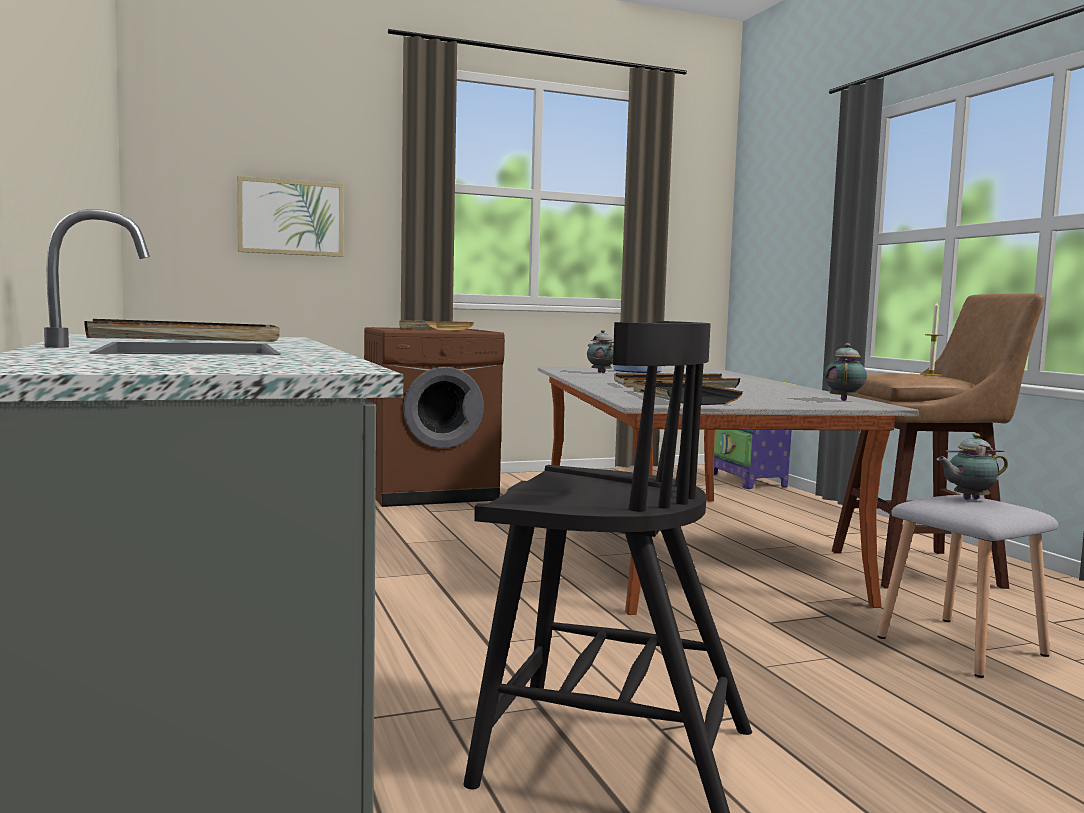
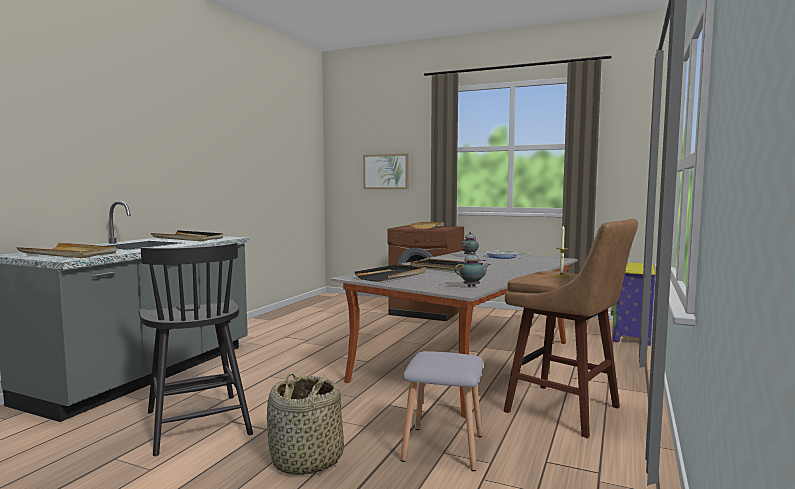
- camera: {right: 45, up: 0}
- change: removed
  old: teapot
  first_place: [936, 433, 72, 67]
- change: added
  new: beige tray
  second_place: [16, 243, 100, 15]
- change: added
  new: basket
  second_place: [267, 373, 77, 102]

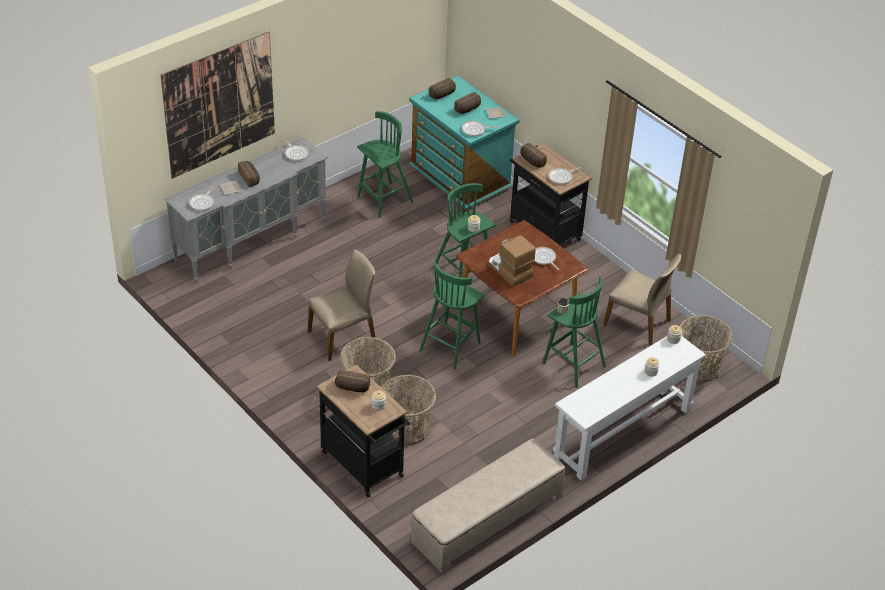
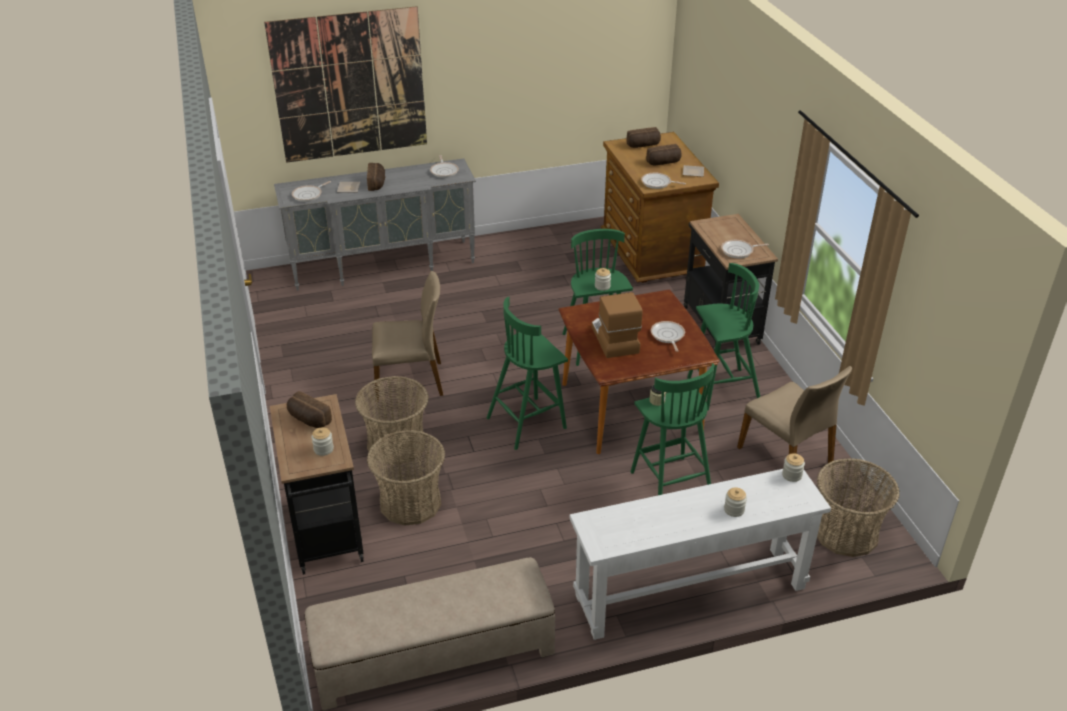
- camera: {right: 25, up: -5}
- change: recoloured
  old: turquoise dresser
  new: brown dresser
  first_place: [408, 76, 112, 133]
  second_place: [601, 132, 118, 151]
- change: moved
  old: green stool
  first_place: [357, 111, 57, 107]
  second_place: [687, 263, 73, 148]
- change: removed
  old: bread
  first_place: [520, 143, 27, 25]

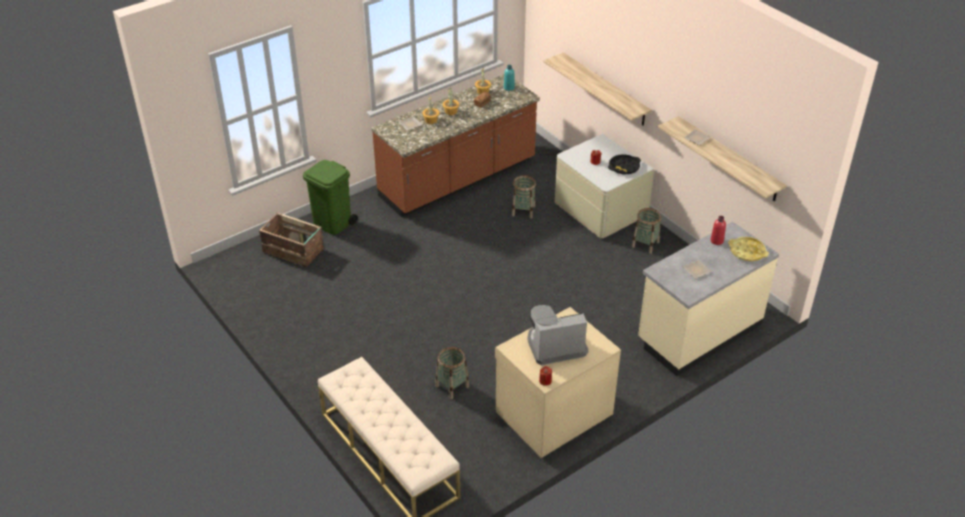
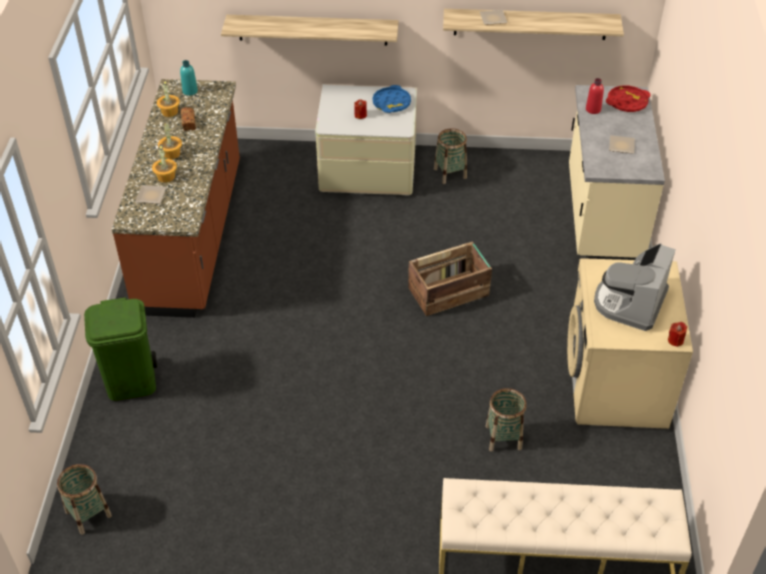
- camera: {right: -50, up: 5}
- change: recoloured
  old: black tray
  new: blue tray
  first_place: [608, 154, 33, 20]
  second_place: [372, 85, 39, 28]
- change: moved
  old: basket
  first_place: [512, 175, 24, 44]
  second_place: [57, 464, 55, 71]
- change: moved
  old: crate
  first_place: [259, 212, 65, 55]
  second_place: [408, 241, 84, 75]
- change: recoloured
  old: yellow tray
  new: red tray
  first_place: [728, 237, 41, 24]
  second_place: [606, 86, 45, 26]

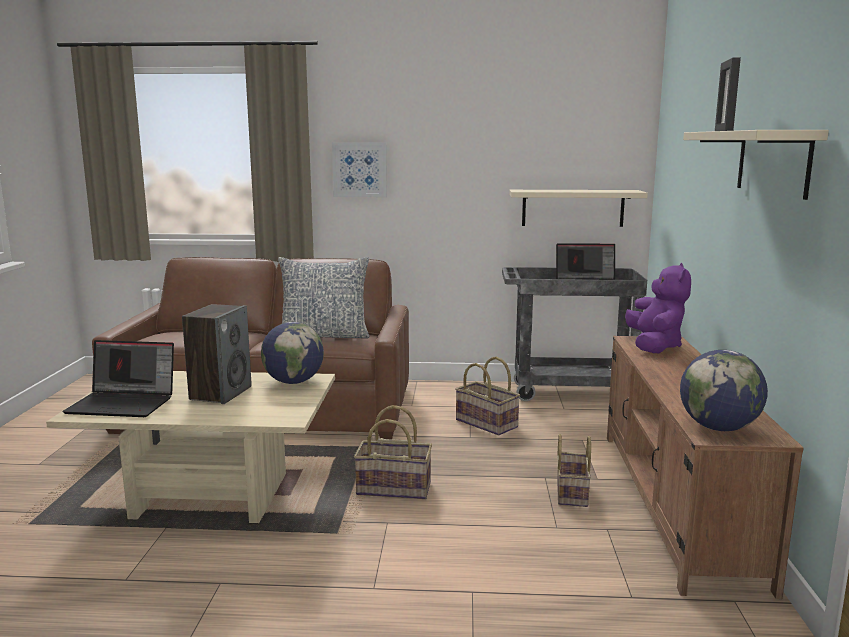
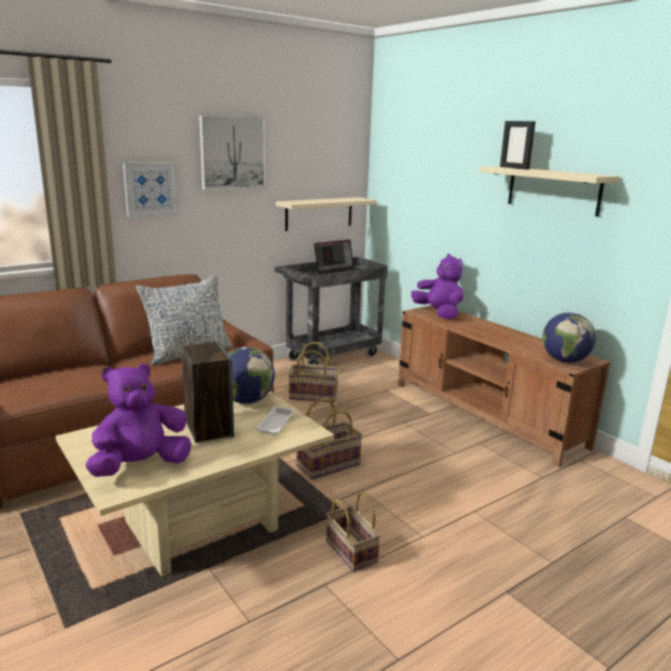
- camera: {right: -40, up: 5}
- change: replaced
  old: laptop
  new: purple plush toy
  first_place: [62, 340, 112, 77]
  second_place: [85, 363, 106, 114]
- change: moved
  old: basket
  first_place: [557, 434, 34, 73]
  second_place: [326, 492, 55, 80]
- change: added
  new: picture
  second_place: [199, 115, 67, 75]
- change: added
  new: white tray
  second_place: [255, 406, 40, 29]

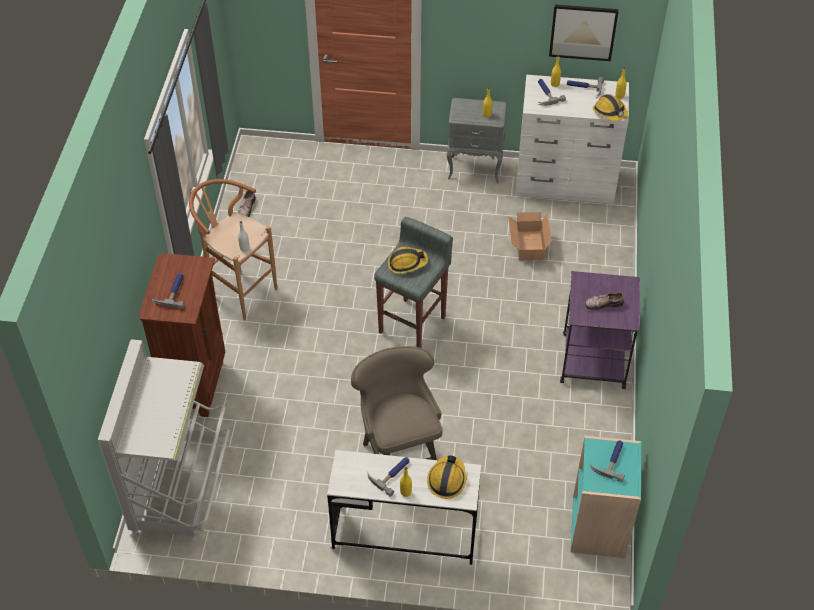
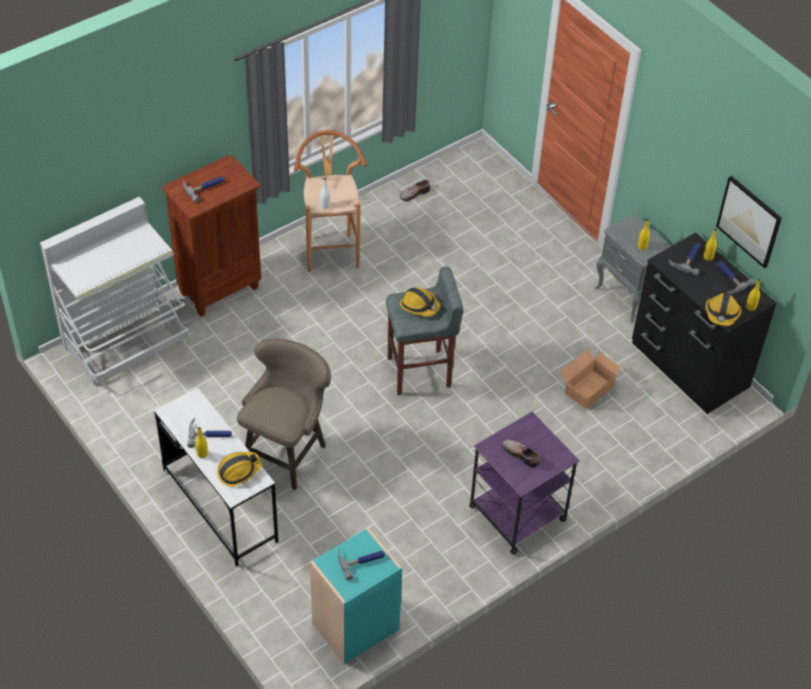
- camera: {right: 45, up: 0}
- change: recoloured
  old: white dresser
  new: black dresser
  first_place: [515, 75, 114, 129]
  second_place: [632, 232, 145, 182]

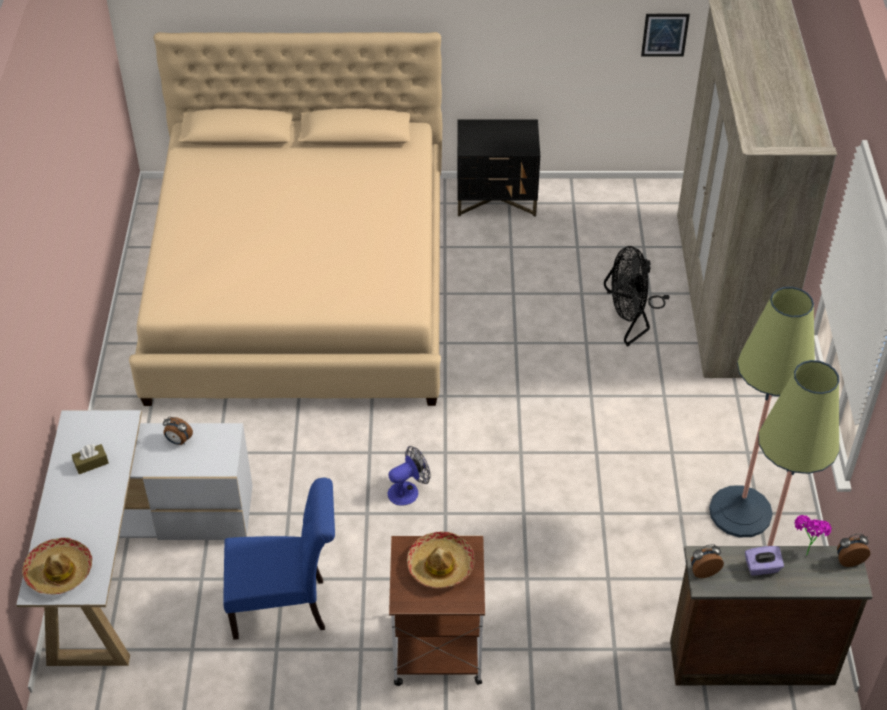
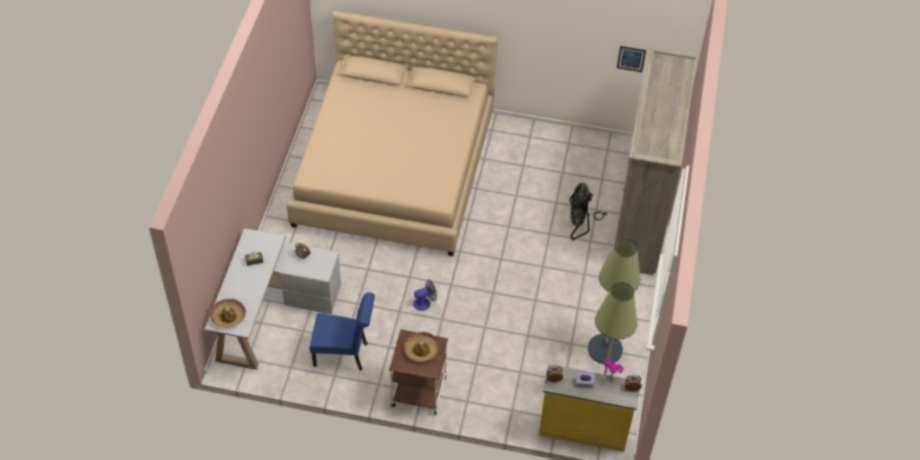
- camera: {right: 10, up: 5}
- change: removed
  old: black nightstand
  first_place: [457, 119, 83, 98]
- change: recoloured
  old: brown dresser
  new: yellow dresser
  first_place: [670, 546, 203, 139]
  second_place: [539, 364, 102, 88]

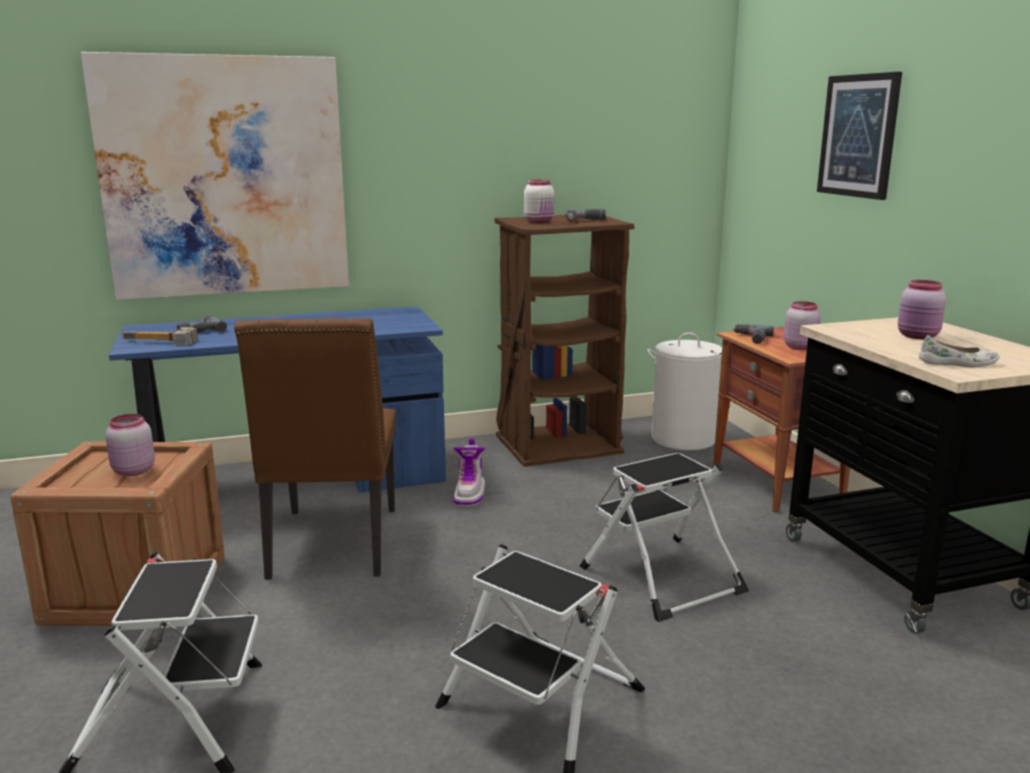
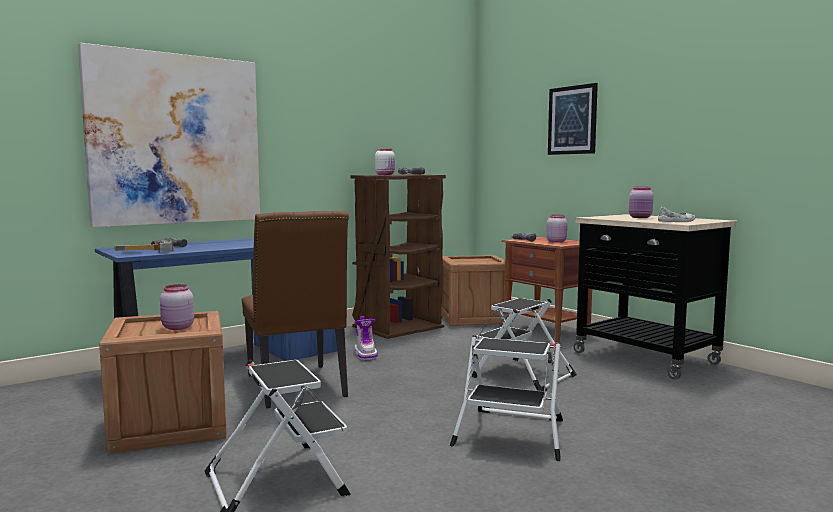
- camera: {right: -20, up: -10}
- change: replaced
  old: white laundry basket
  new: crate
  first_place: [647, 332, 75, 118]
  second_place: [442, 255, 63, 71]

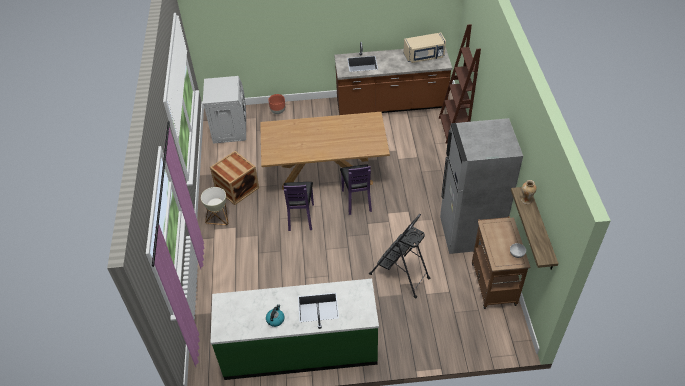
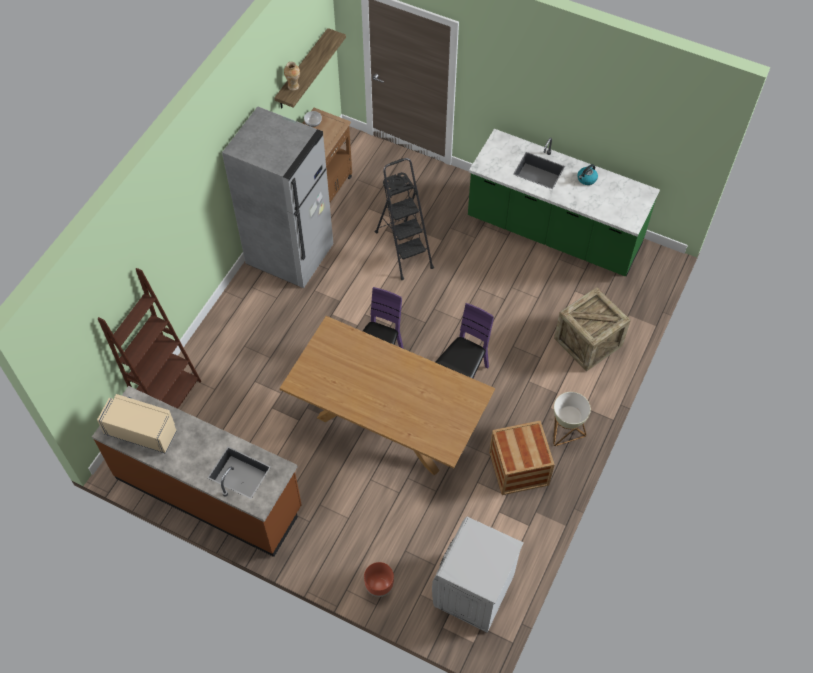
- camera: {right: -150, up: 10}
- change: added
  new: crate
  second_place: [554, 287, 77, 85]

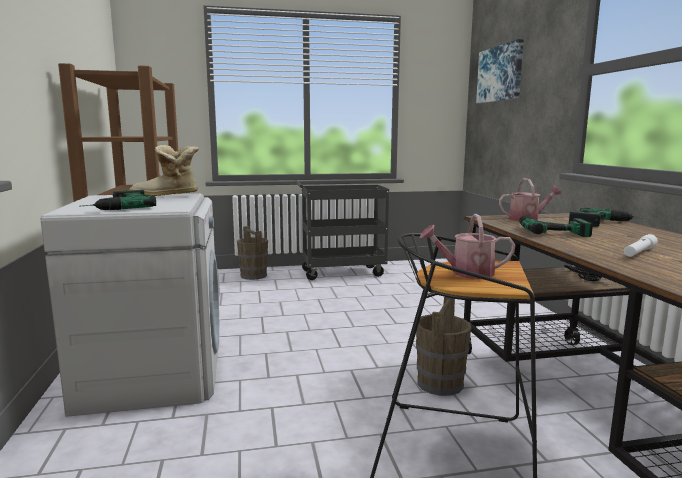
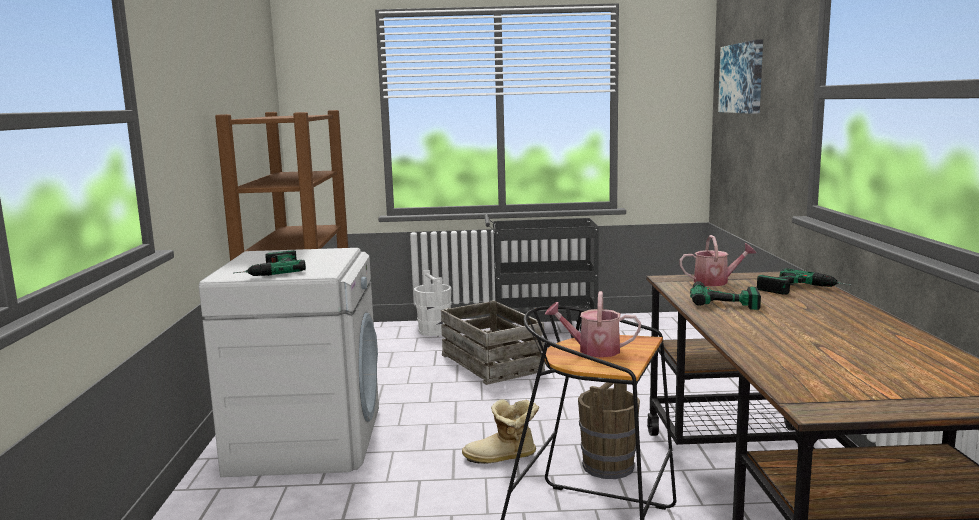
- camera: {right: 10, up: 0}
- change: moved
  old: boot
  first_place: [130, 145, 69, 51]
  second_place: [462, 399, 77, 65]
- change: recoloured
  old: brown bucket
  new: white bucket
  first_place: [237, 226, 31, 54]
  second_place: [414, 270, 37, 66]
- change: removed
  old: white flashlight
  first_place: [624, 234, 34, 23]
- change: added
  new: crate
  second_place: [441, 300, 104, 85]

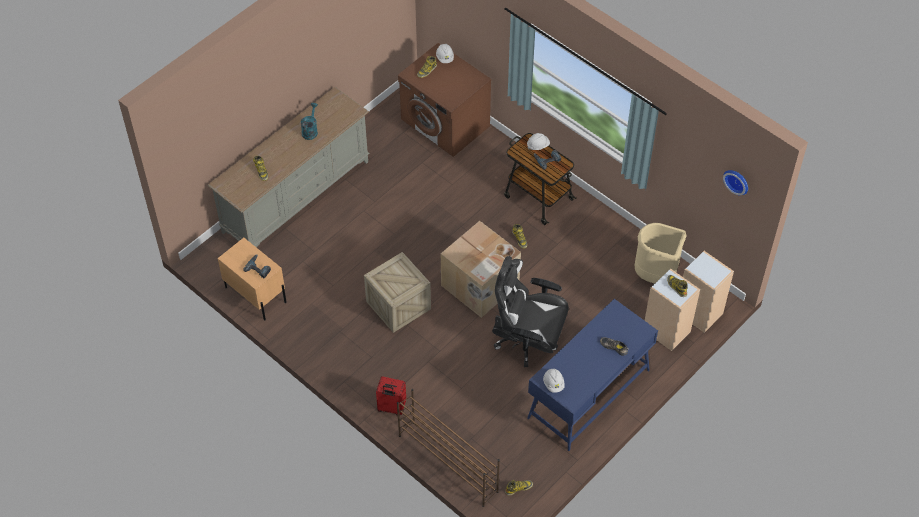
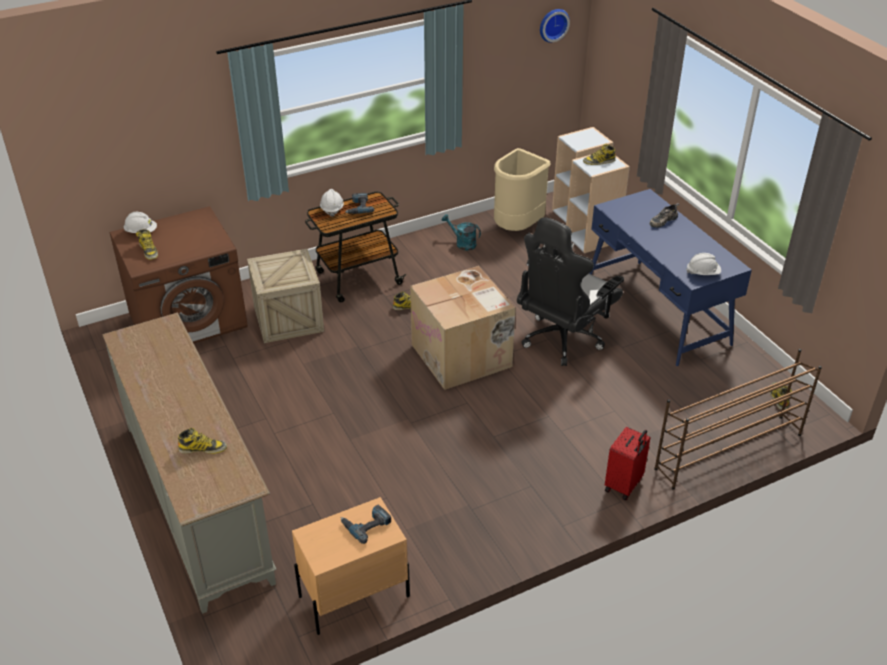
- camera: {right: -70, up: -15}
- change: moved
  old: turquoise watering can
  first_place: [301, 103, 17, 37]
  second_place: [442, 214, 39, 37]
- change: moved
  old: crate
  first_place: [364, 252, 67, 81]
  second_place: [247, 249, 77, 94]

